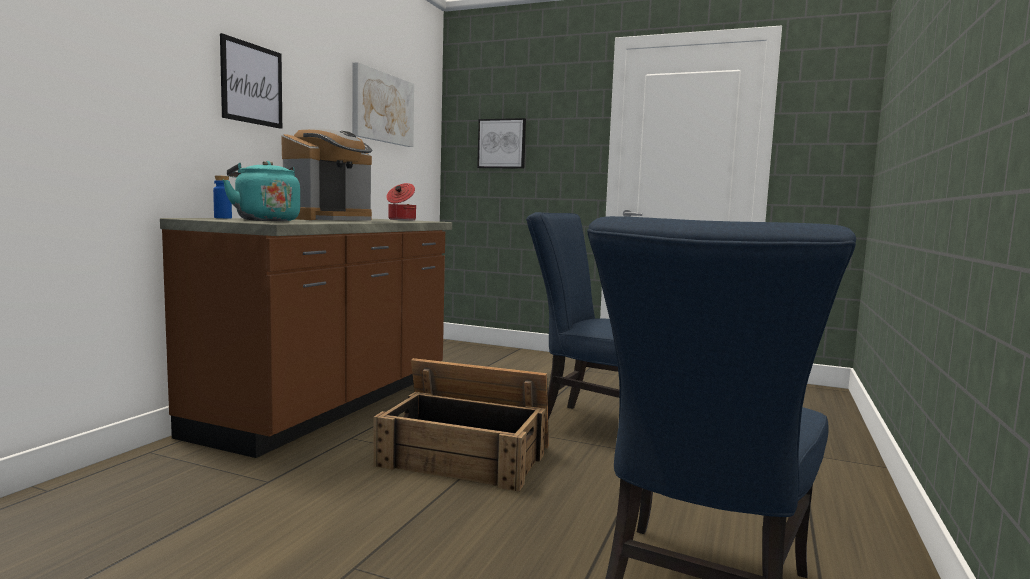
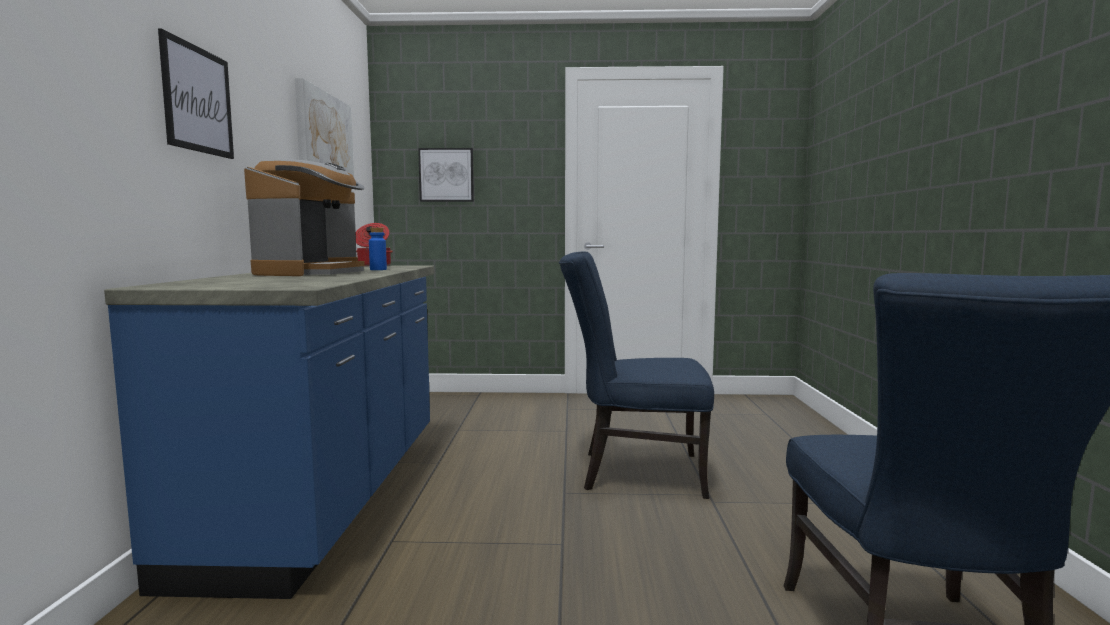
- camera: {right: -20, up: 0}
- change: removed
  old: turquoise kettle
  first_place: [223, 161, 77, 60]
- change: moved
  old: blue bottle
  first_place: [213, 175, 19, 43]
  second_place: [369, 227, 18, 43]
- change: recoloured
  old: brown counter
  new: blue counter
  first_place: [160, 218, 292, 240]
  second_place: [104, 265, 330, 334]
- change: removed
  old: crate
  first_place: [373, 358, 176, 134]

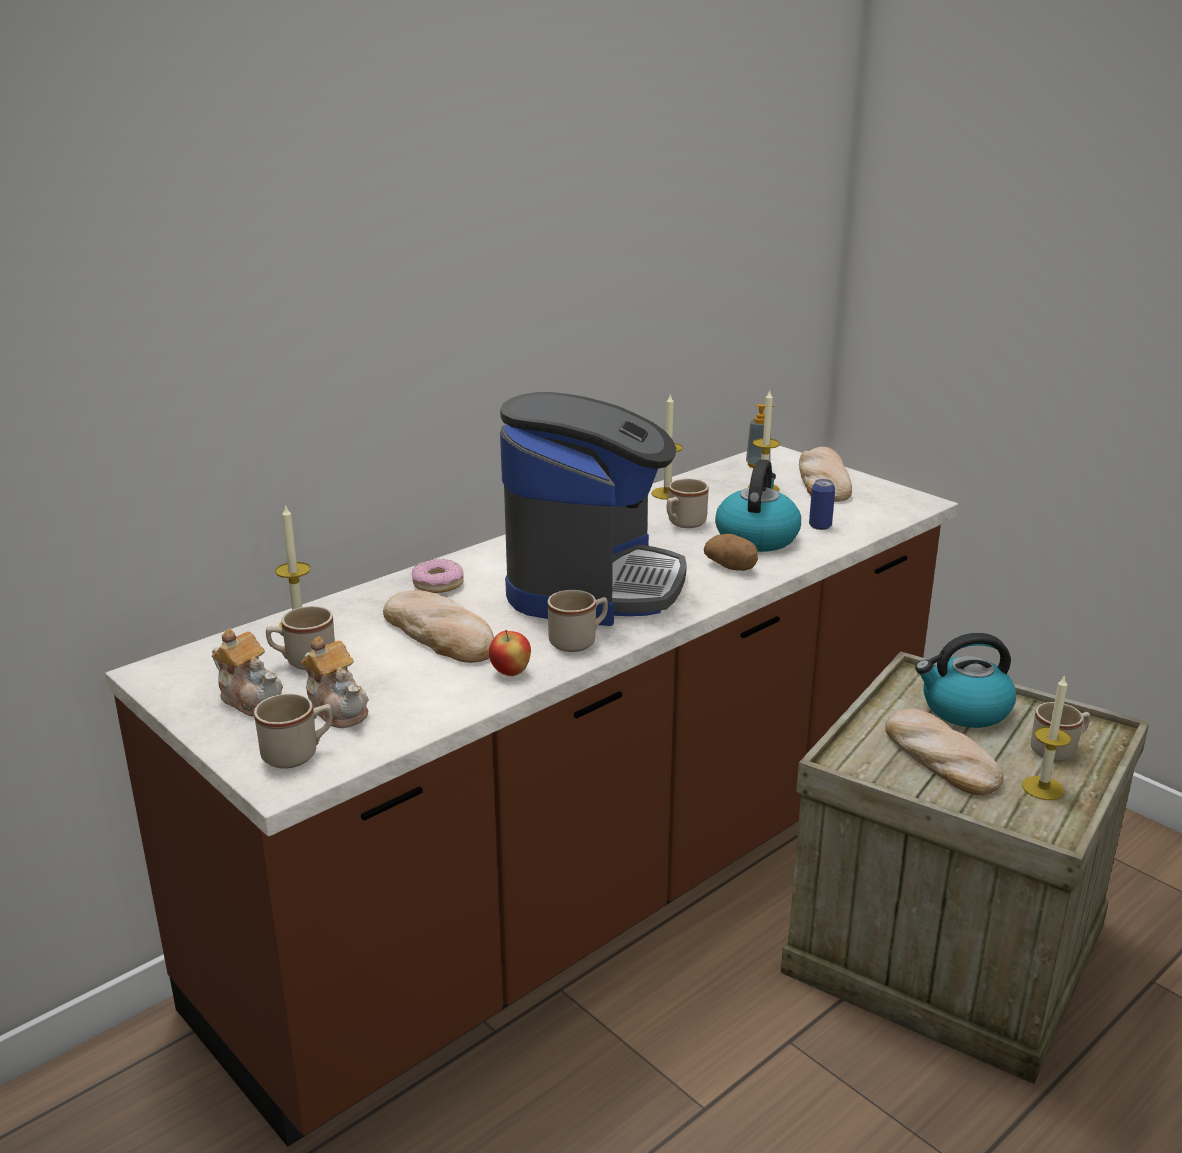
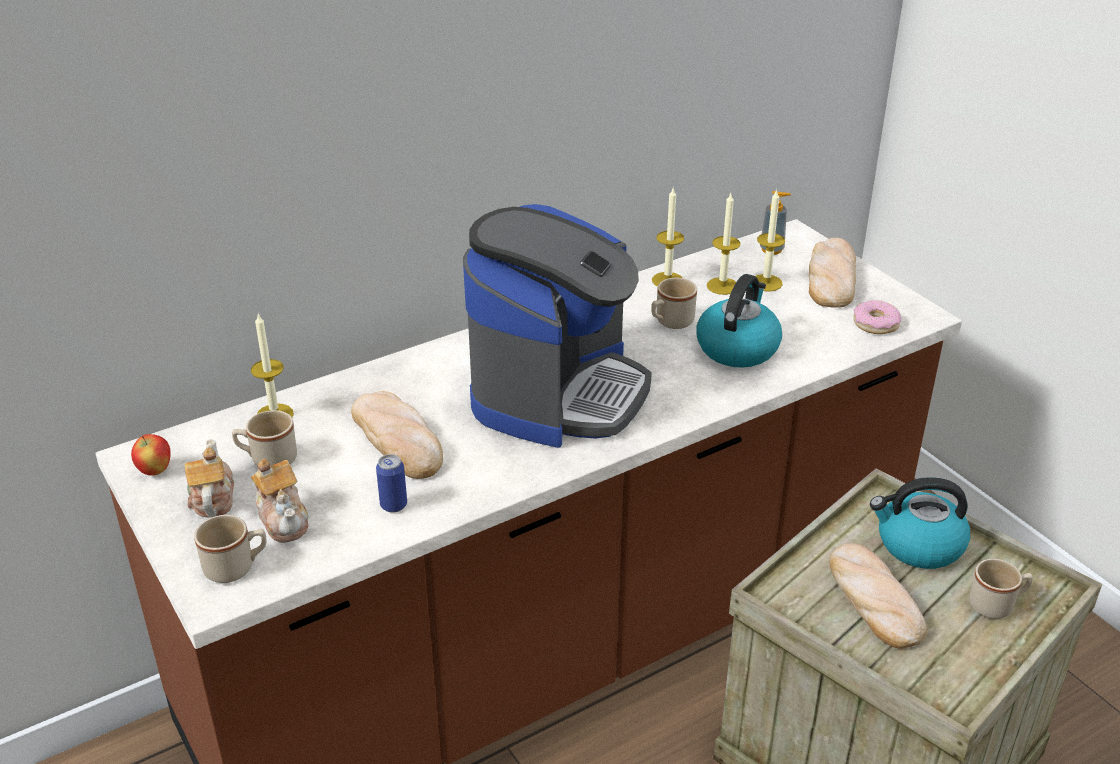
- camera: {right: 10, up: 10}
- change: moved
  old: can
  first_place: [809, 479, 26, 51]
  second_place: [376, 454, 31, 59]
- change: removed
  old: potato
  first_place: [704, 534, 54, 37]
- change: moved
  old: donut
  first_place: [412, 559, 52, 34]
  second_place: [853, 300, 48, 34]
- change: removed
  old: beige mug
  first_place: [547, 590, 61, 62]
- change: turned
  old: teapot
  first_place: [212, 628, 71, 88]
  second_place: [185, 439, 49, 79]
  degrees: -150
- change: moved
  old: apple
  first_place: [489, 630, 42, 46]
  second_place: [131, 434, 40, 42]
- change: moved
  old: candle
  first_place: [1022, 674, 49, 126]
  second_place: [707, 193, 33, 102]

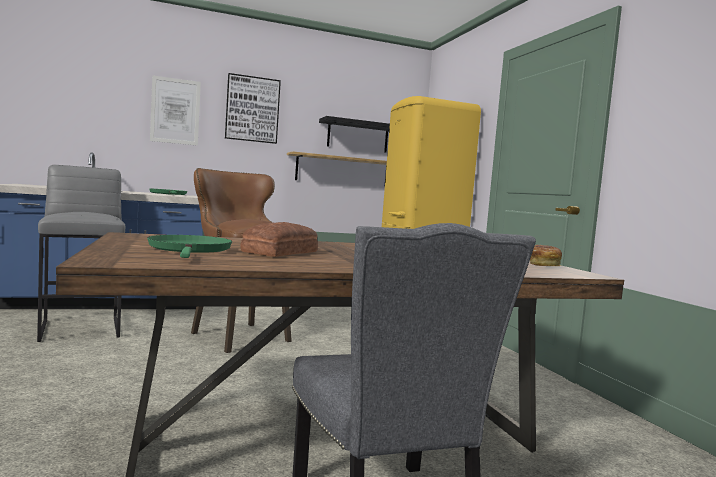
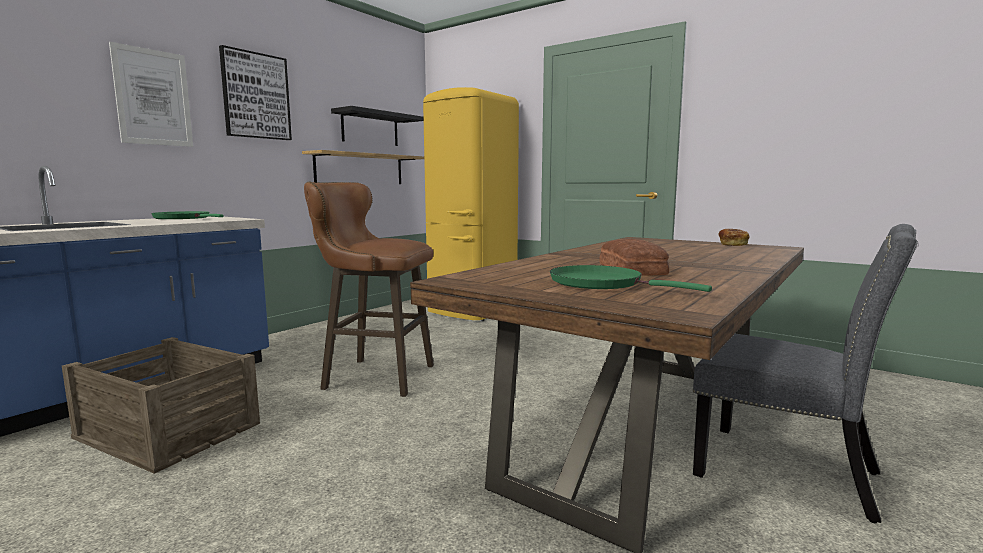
- camera: {right: -35, up: 5}
- change: replaced
  old: grey stool
  new: crate
  first_place: [37, 165, 88, 177]
  second_place: [62, 337, 198, 137]

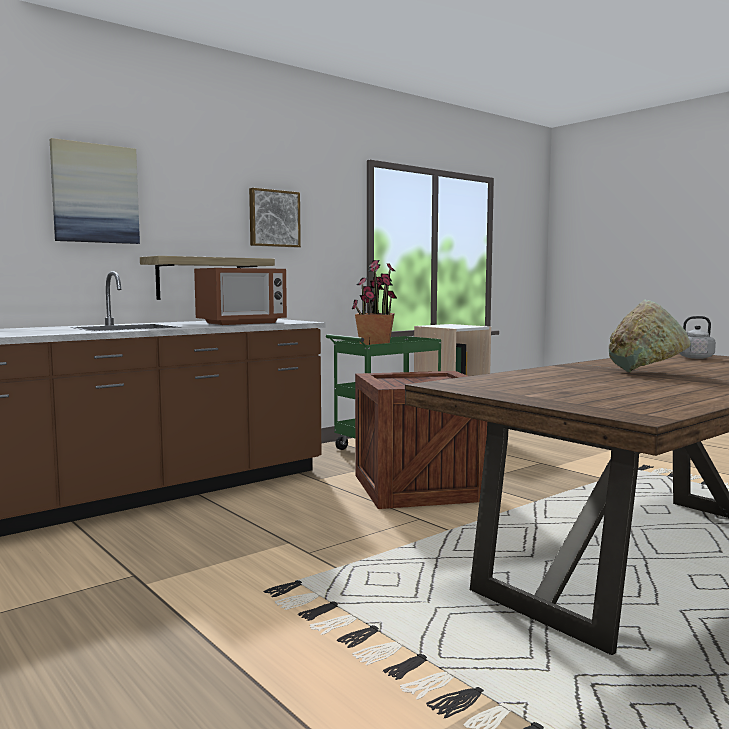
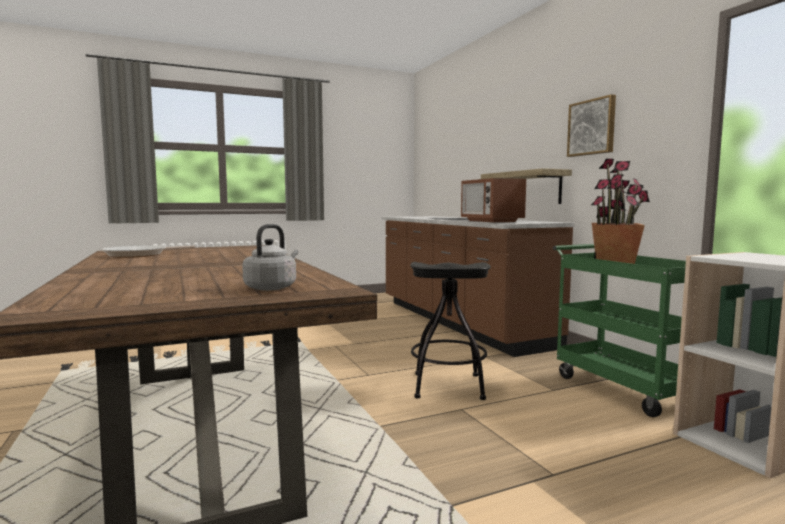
- camera: {right: 105, up: 0}
- change: removed
  old: picture
  first_place: [50, 138, 90, 106]
- change: removed
  old: green bowl
  first_place: [609, 299, 82, 74]
- change: replaced
  old: crate
  new: black stool
  first_place: [355, 371, 132, 138]
  second_place: [410, 262, 81, 138]
- change: added
  new: frying pan
  second_place: [102, 245, 93, 13]

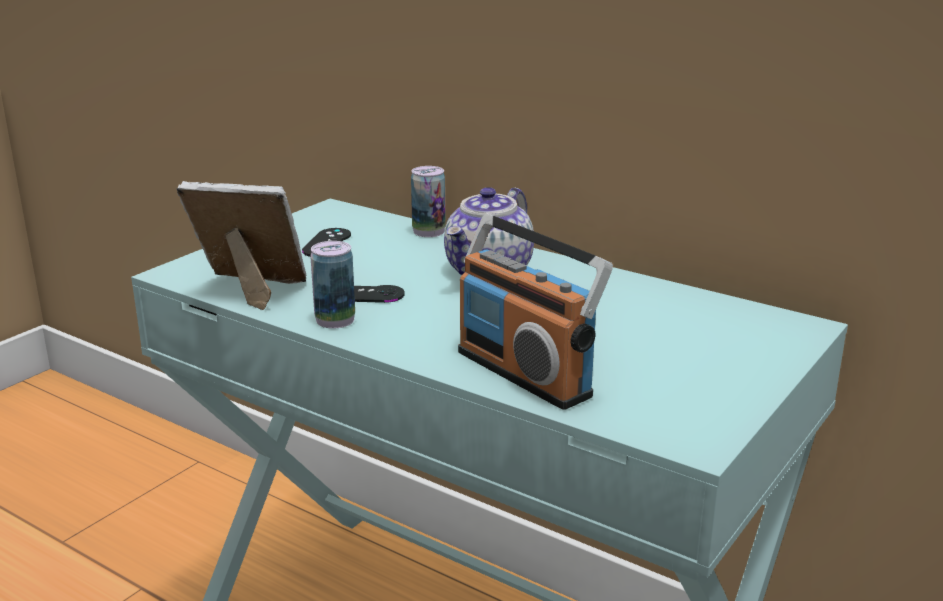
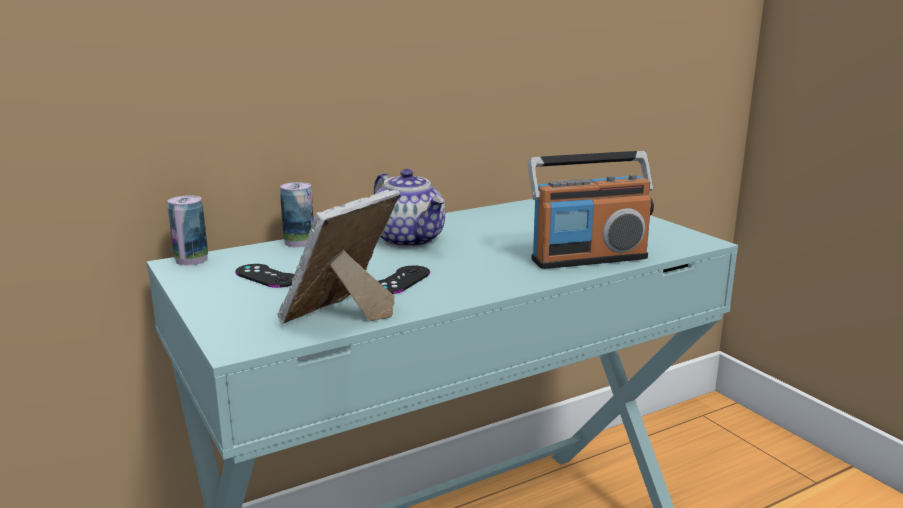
- camera: {right: -65, up: -5}
- change: moved
  old: can
  first_place: [310, 241, 45, 88]
  second_place: [168, 196, 40, 69]

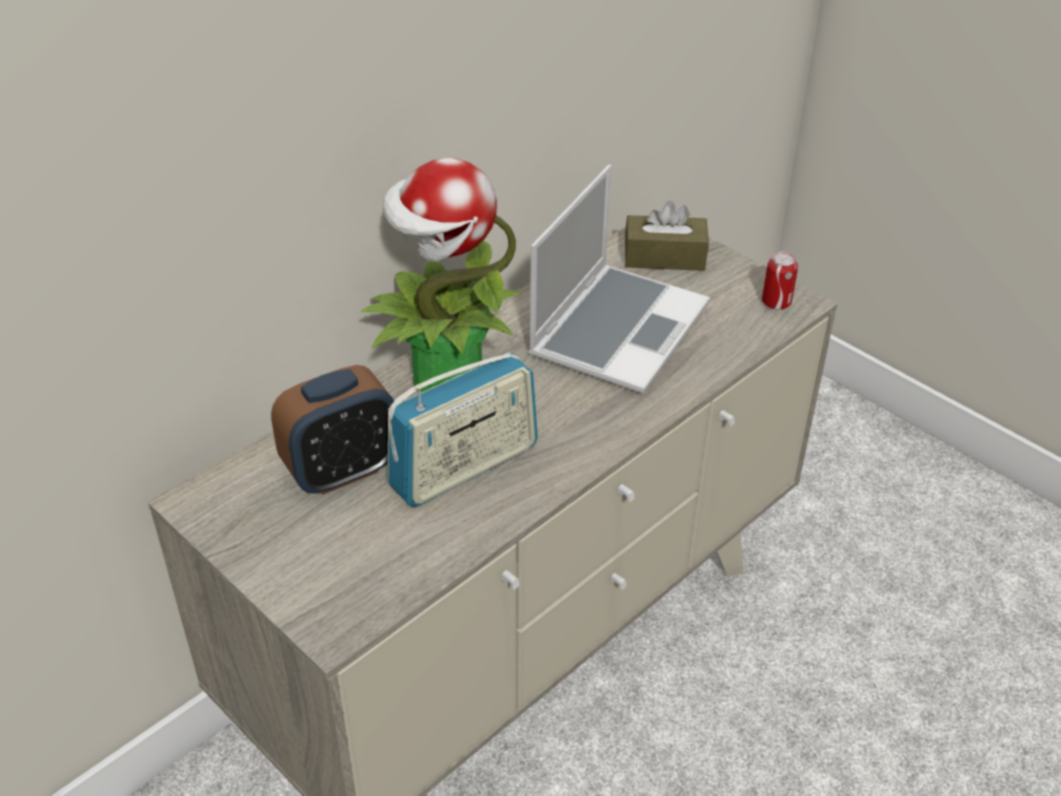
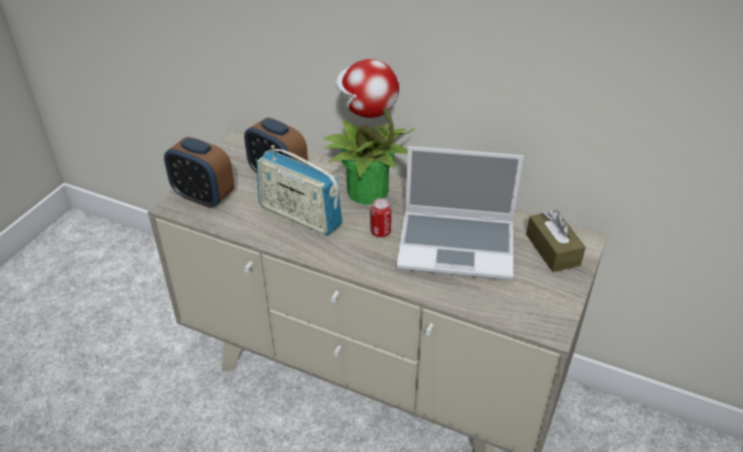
- camera: {right: 70, up: 0}
- change: moved
  old: can
  first_place: [762, 251, 36, 59]
  second_place: [371, 198, 20, 39]
- change: added
  new: alarm clock
  second_place: [164, 137, 70, 72]

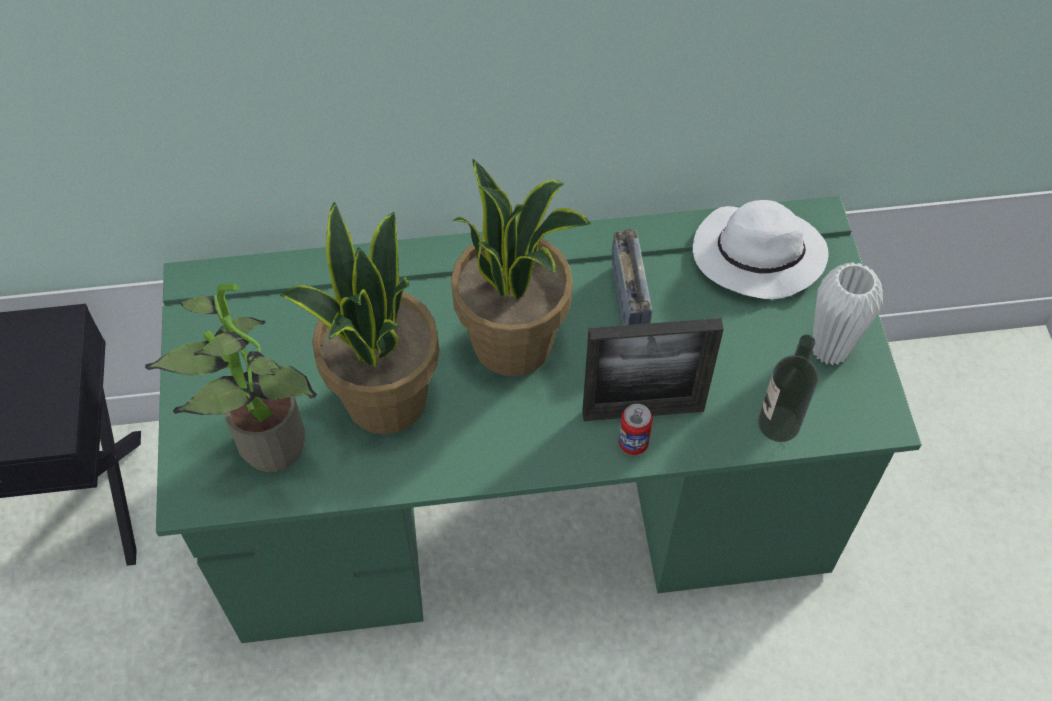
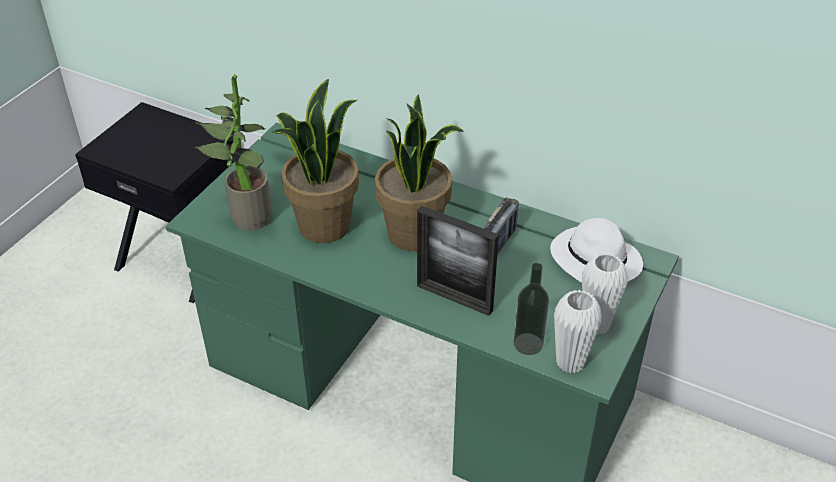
- camera: {right: 35, up: -15}
- change: removed
  old: can
  first_place: [619, 404, 34, 51]
- change: added
  new: white vase
  second_place: [554, 290, 48, 84]

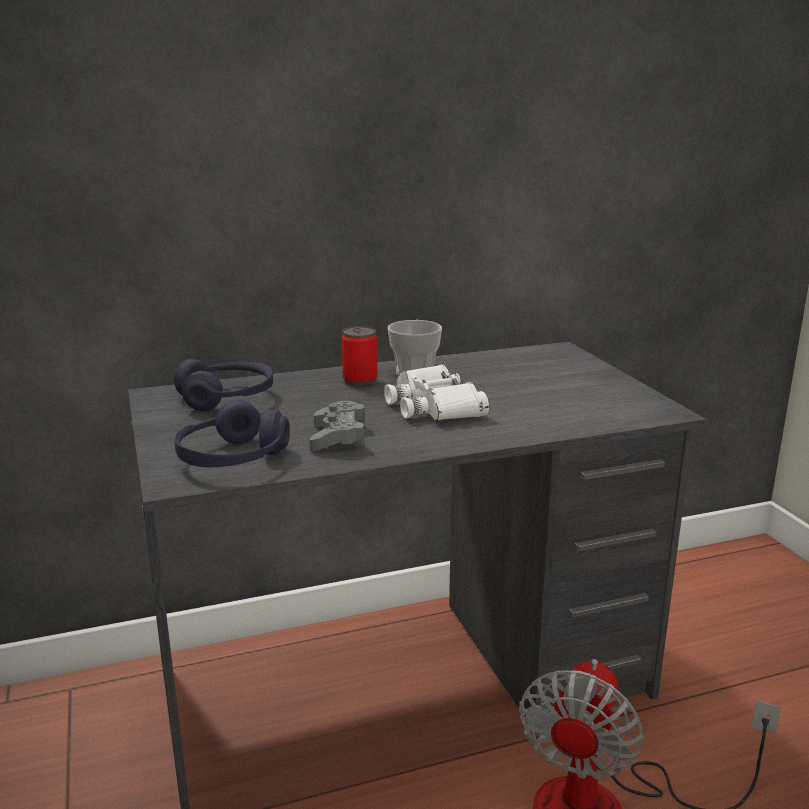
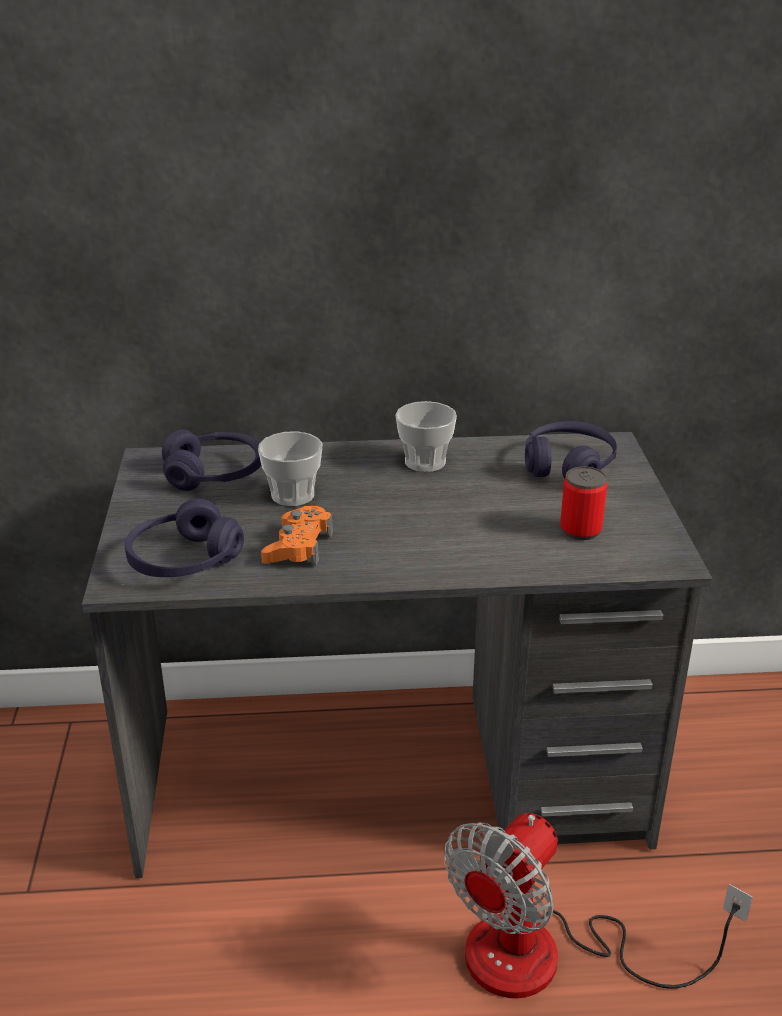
- camera: {right: 15, up: 10}
- change: moved
  old: can
  first_place: [342, 326, 35, 60]
  second_place: [560, 466, 47, 74]
- change: removed
  old: white binoculars
  first_place: [384, 364, 105, 57]
- change: recoloured
  old: grey game controller
  new: orange game controller
  first_place: [310, 401, 55, 50]
  second_place: [261, 506, 72, 60]
- change: added
  new: purple headphones
  second_place: [525, 421, 92, 58]
- change: added
  new: cup
  second_place: [258, 432, 64, 74]

